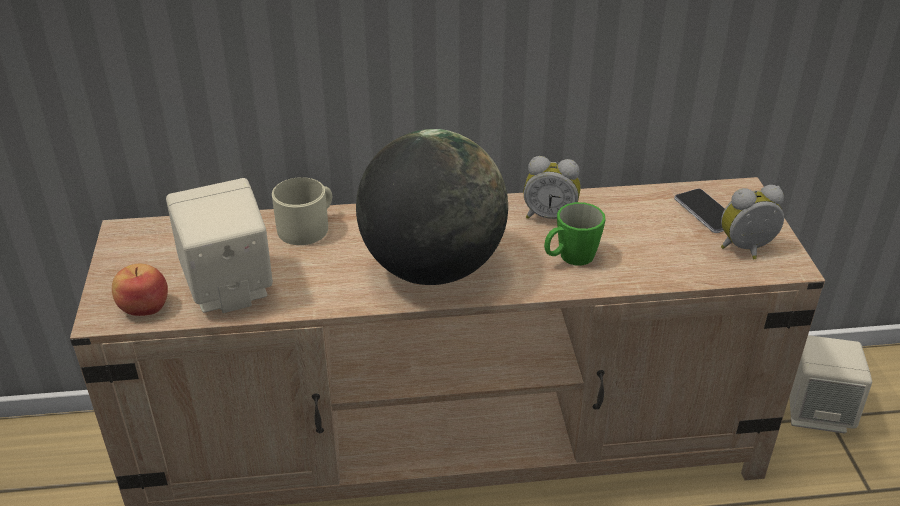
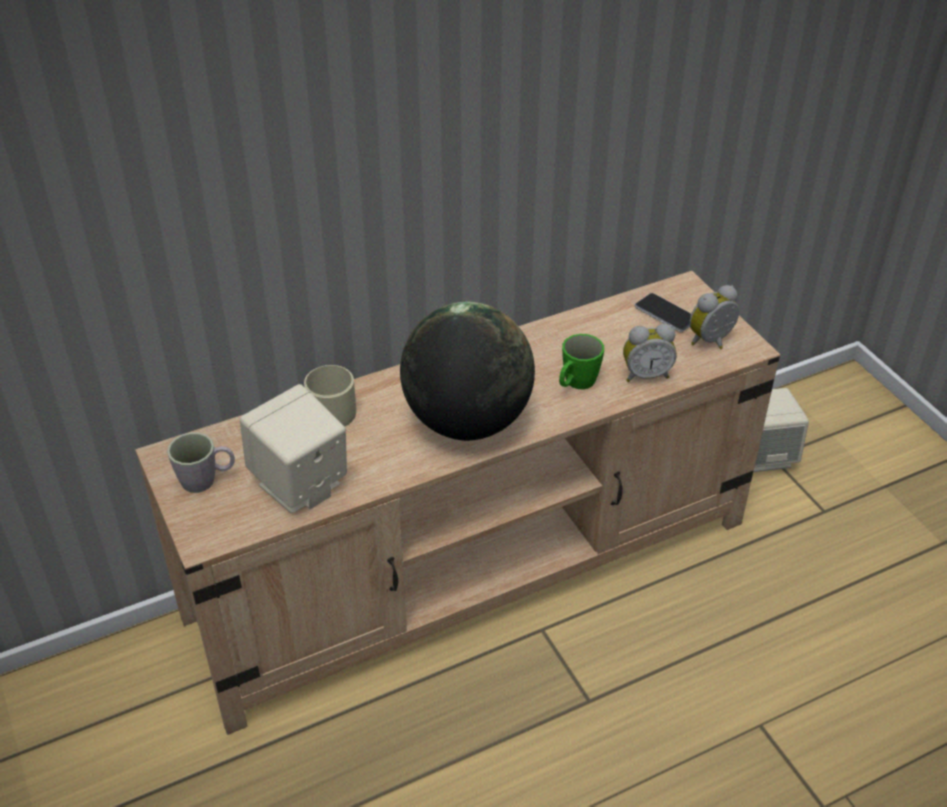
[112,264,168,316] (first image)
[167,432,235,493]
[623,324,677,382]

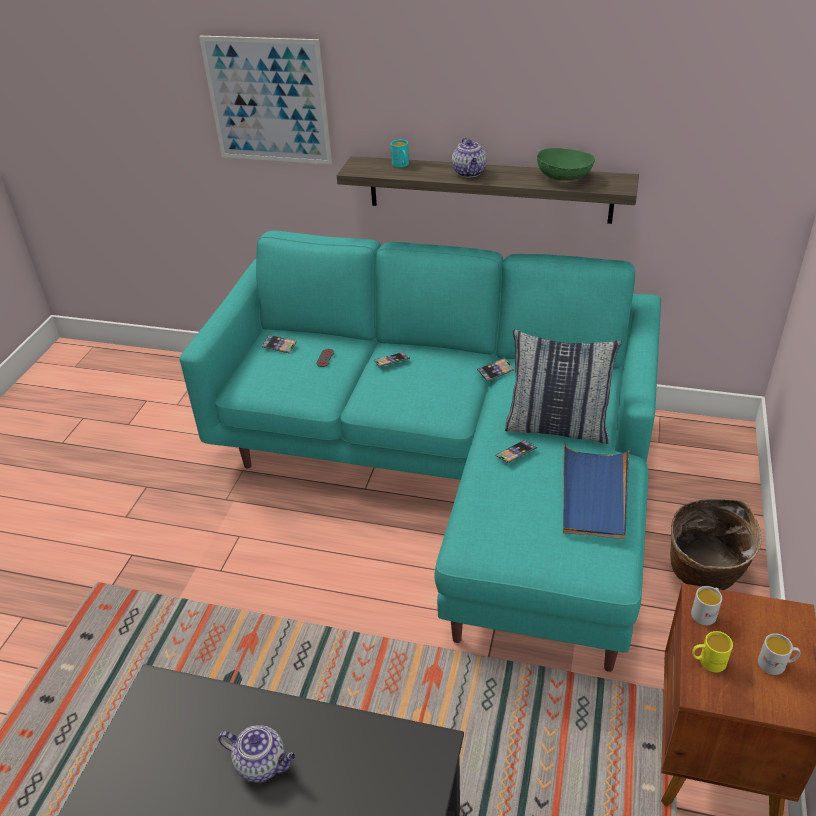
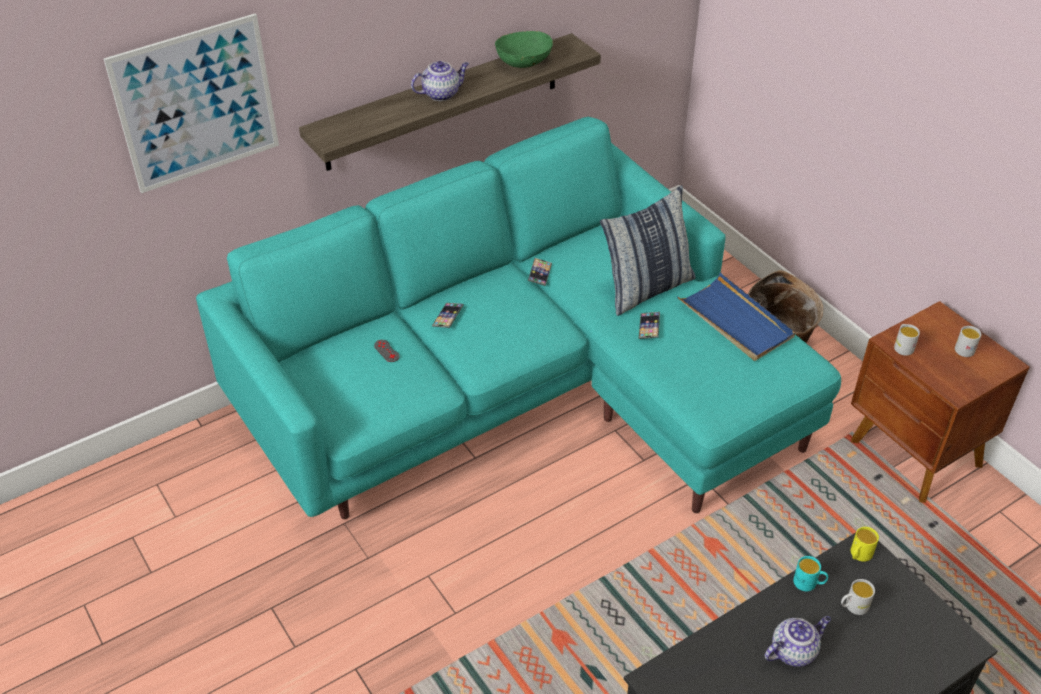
[262,335,297,353] (first image)
[841,579,875,615]
[793,556,828,591]
[851,527,879,562]
[411,61,469,101]

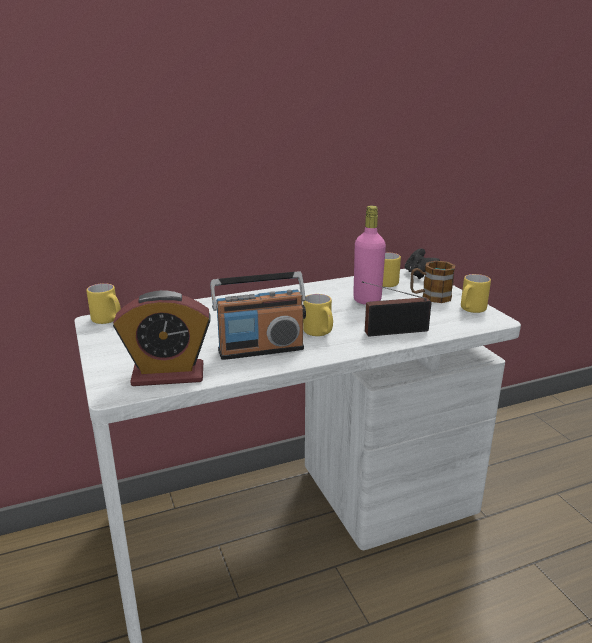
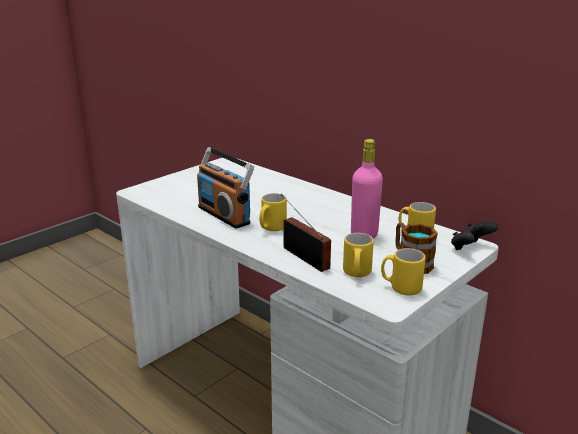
[113,290,210,386] (first image)
[343,233,374,277]

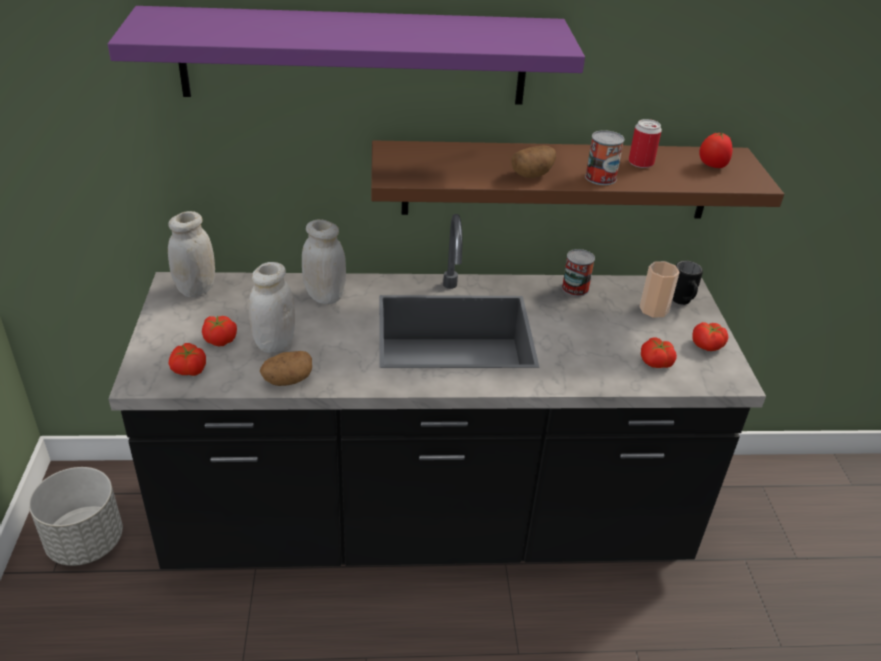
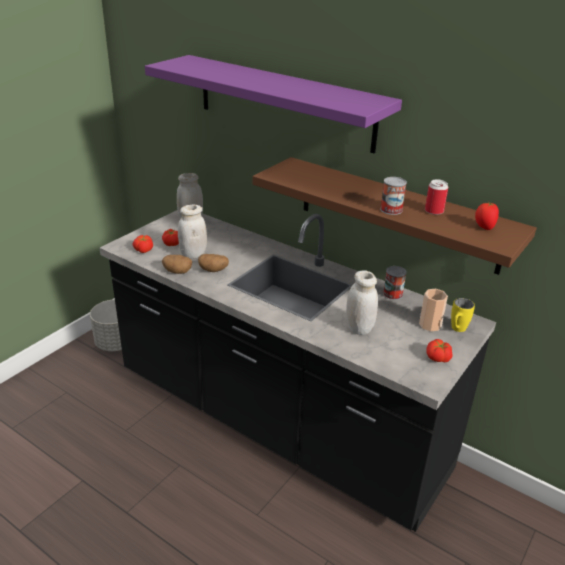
[641,337,677,368] (first image)
[346,270,378,335]
[198,254,229,272]
[451,298,475,332]

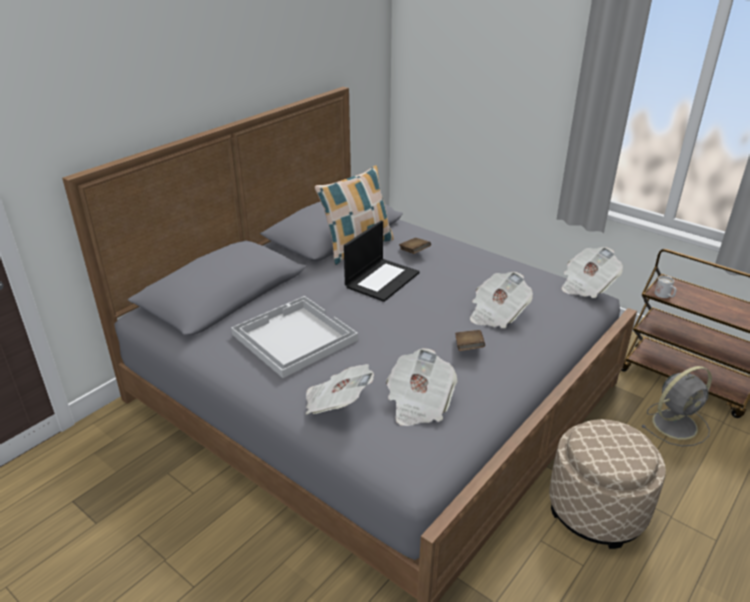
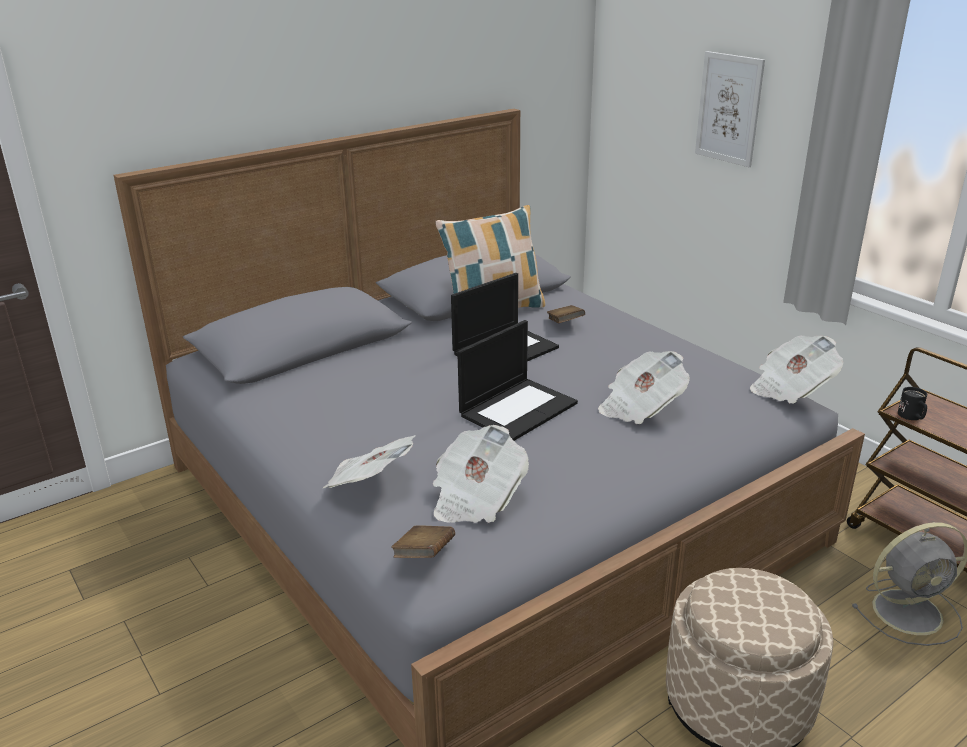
[231,296,358,378] (first image)
[457,320,578,441]
[695,51,765,167]
[391,525,455,558]
[898,387,927,420]

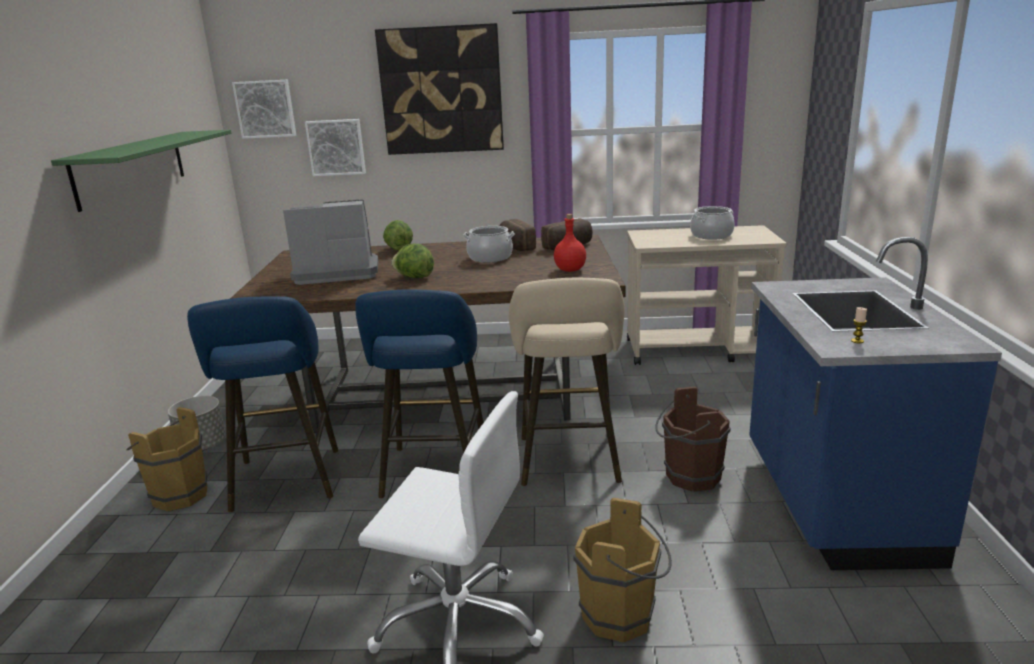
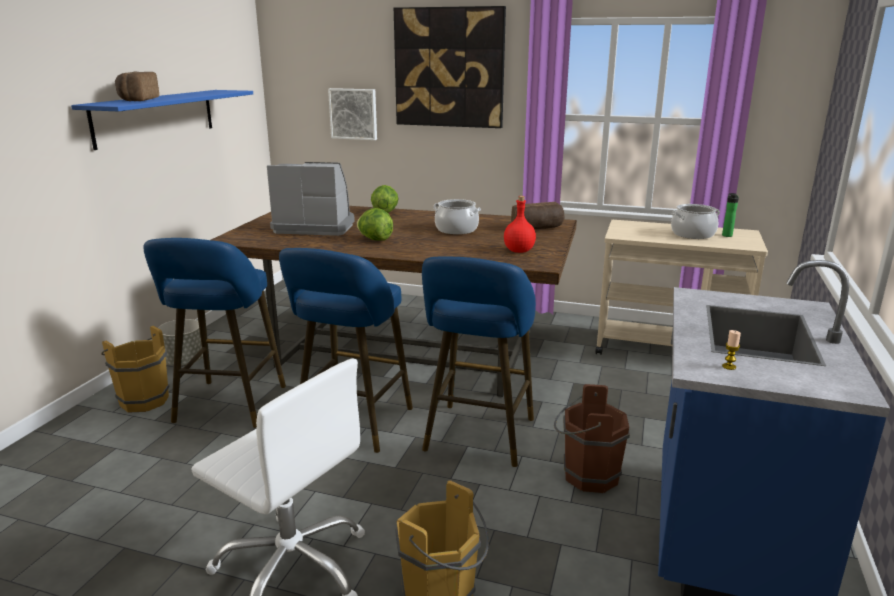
[232,80,297,139] (first image)
[722,193,739,237]
[115,71,159,101]
[71,90,253,150]
[422,257,536,467]

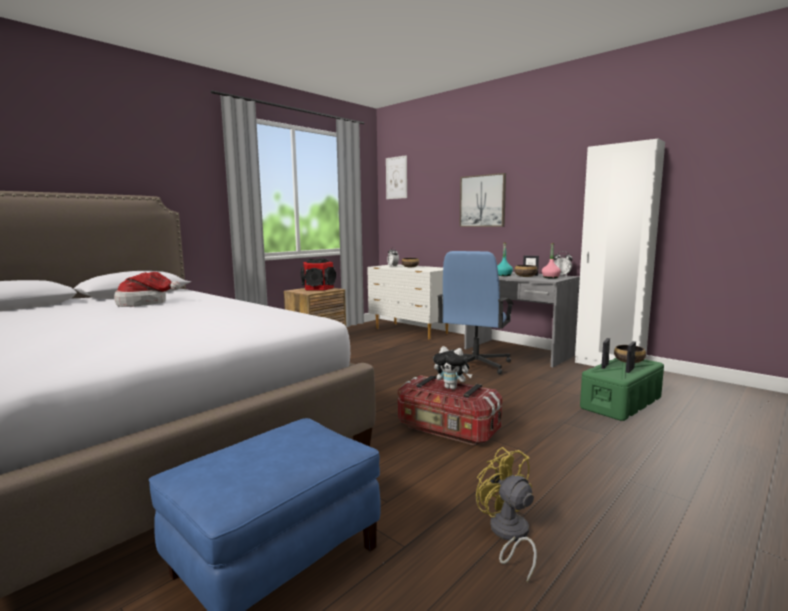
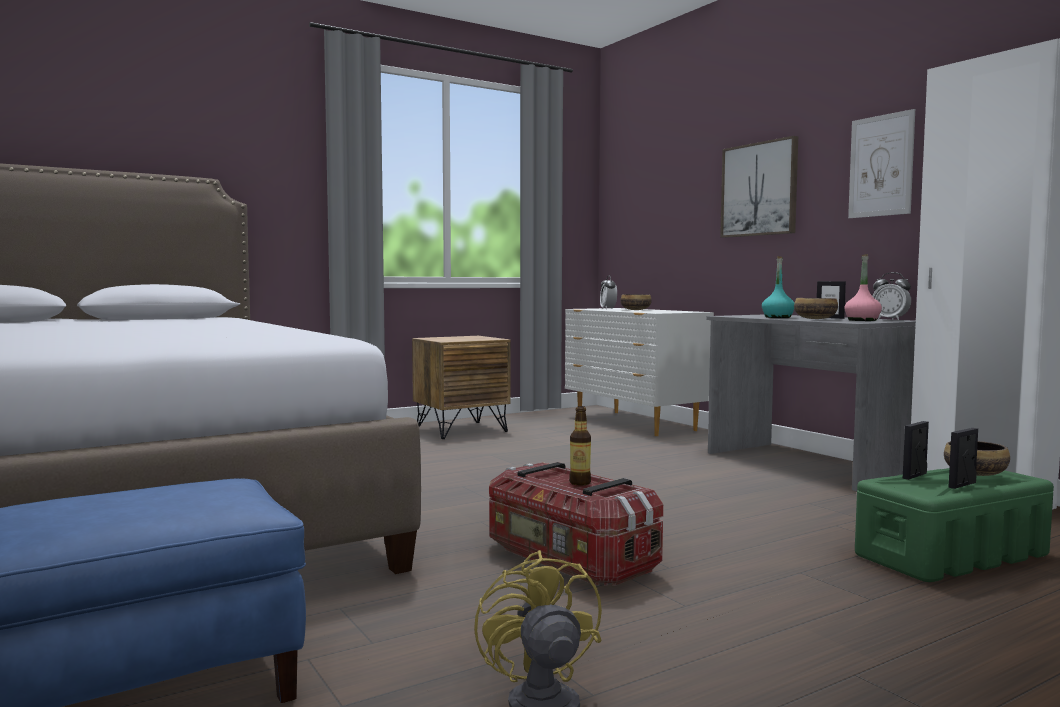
[114,272,181,307] (first image)
[300,259,336,291] (first image)
[438,251,514,374] (first image)
[848,109,915,218]
[569,406,591,486]

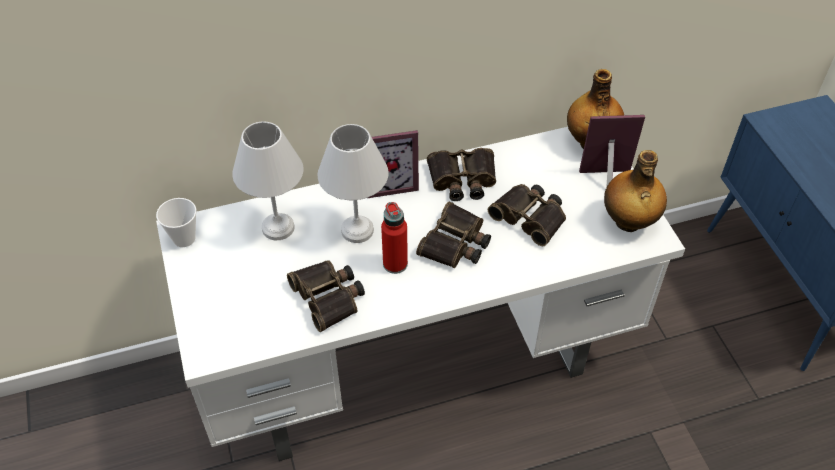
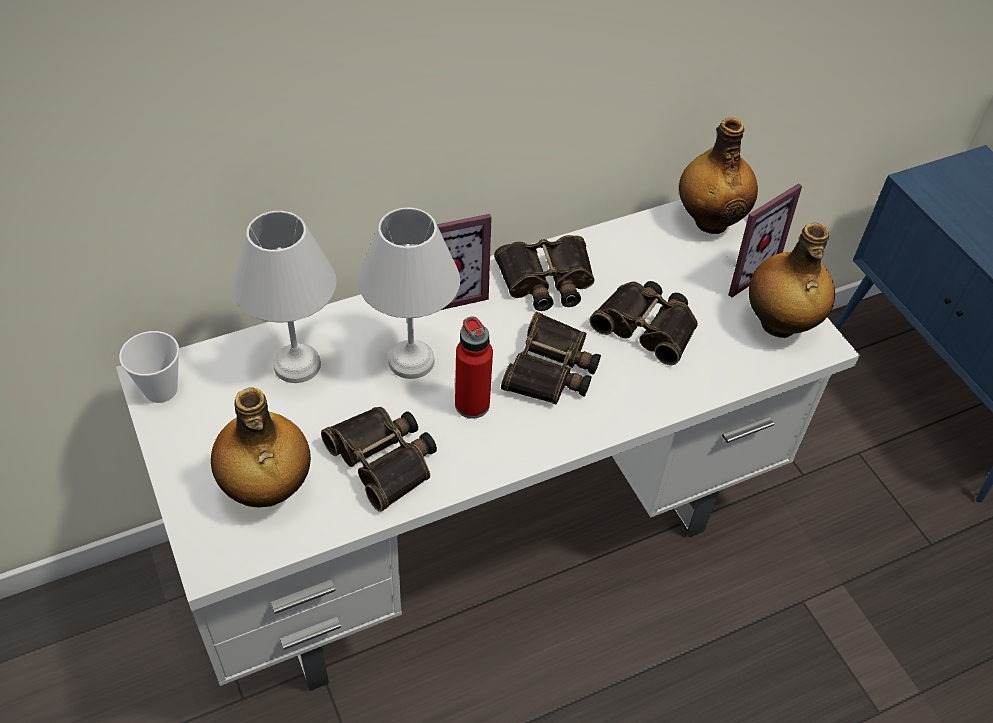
[211,387,311,507]
[728,183,802,298]

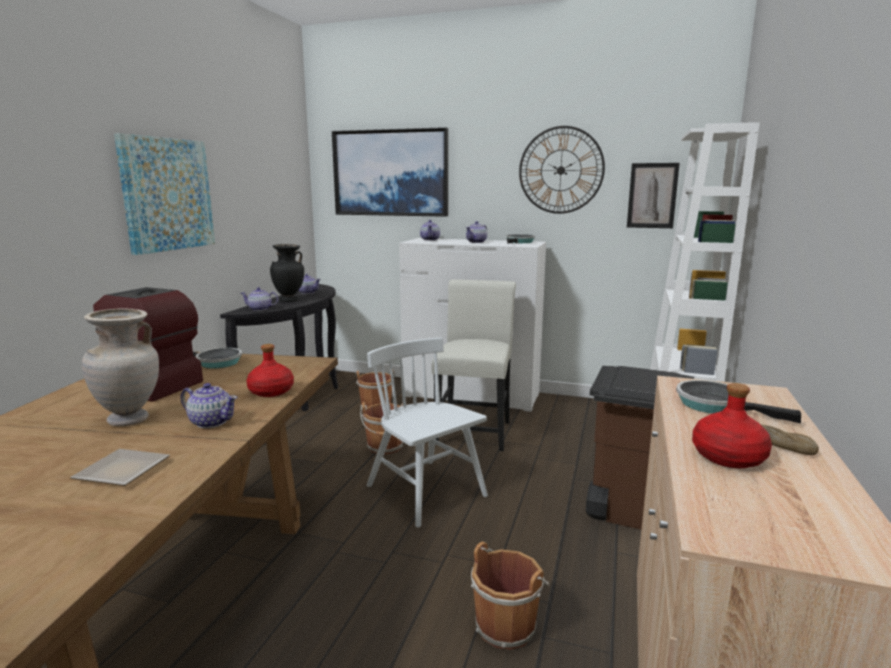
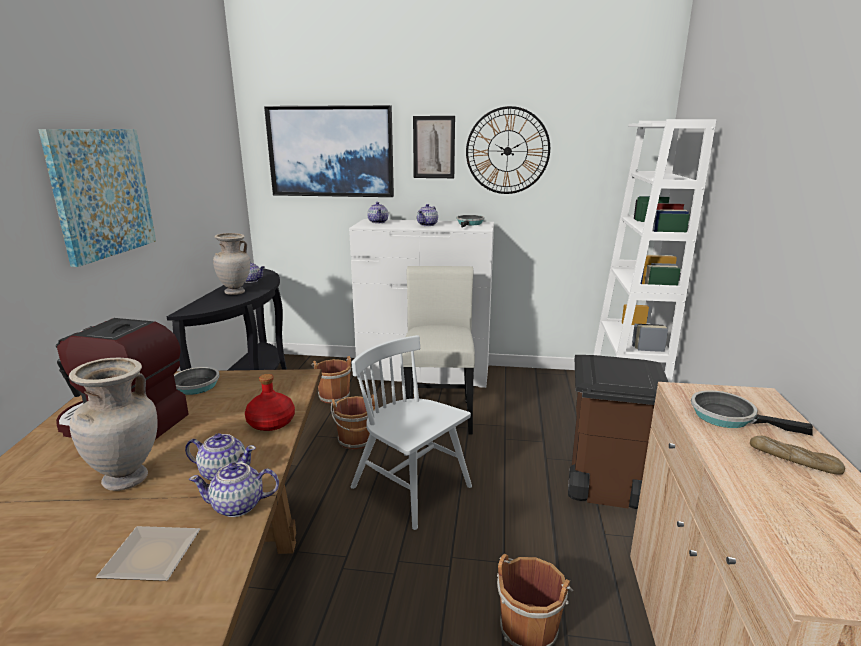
[692,383,772,468] (first image)
[189,462,279,517]
[413,116,455,178]
[213,233,250,295]

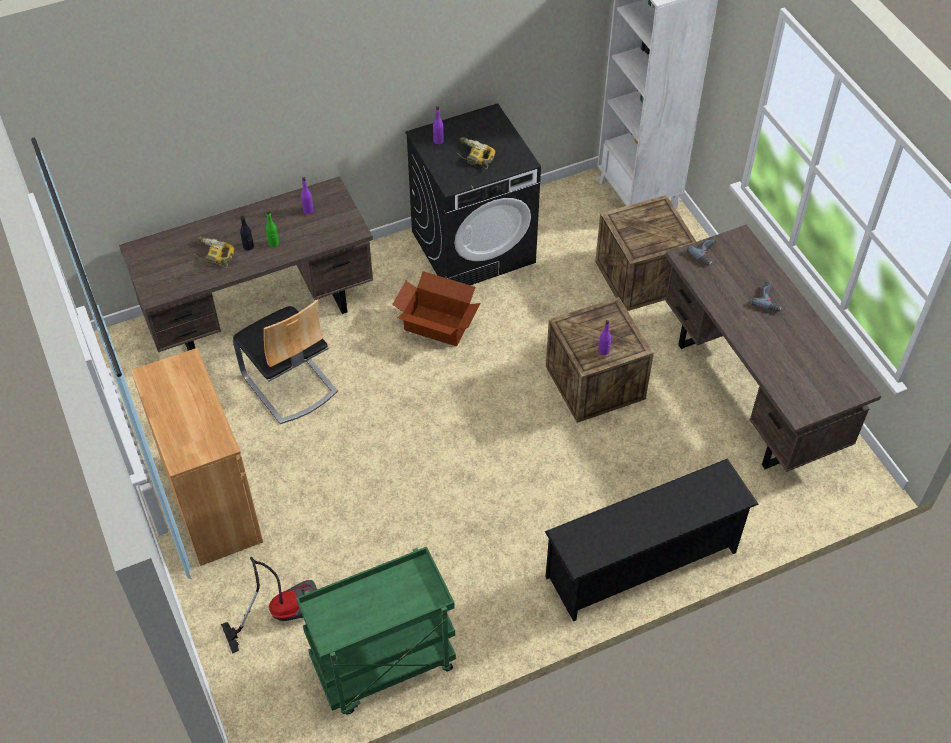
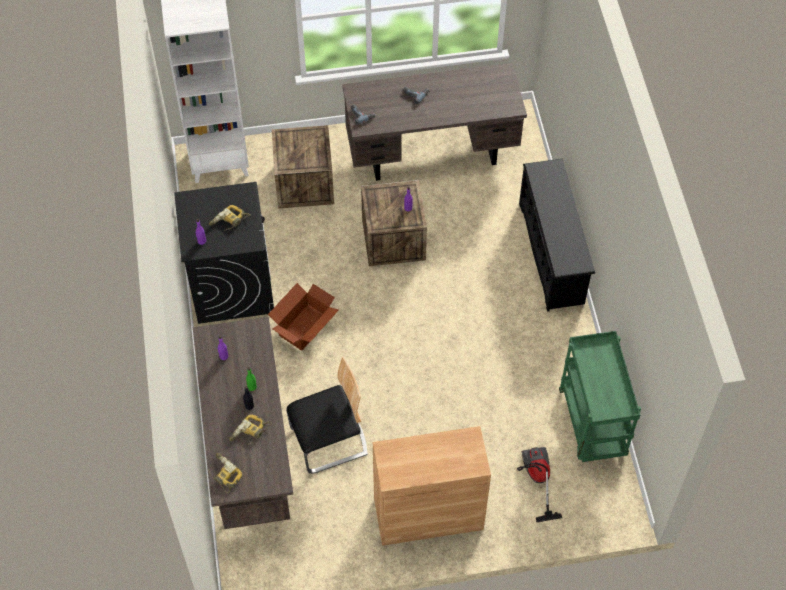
[208,453,242,494]

